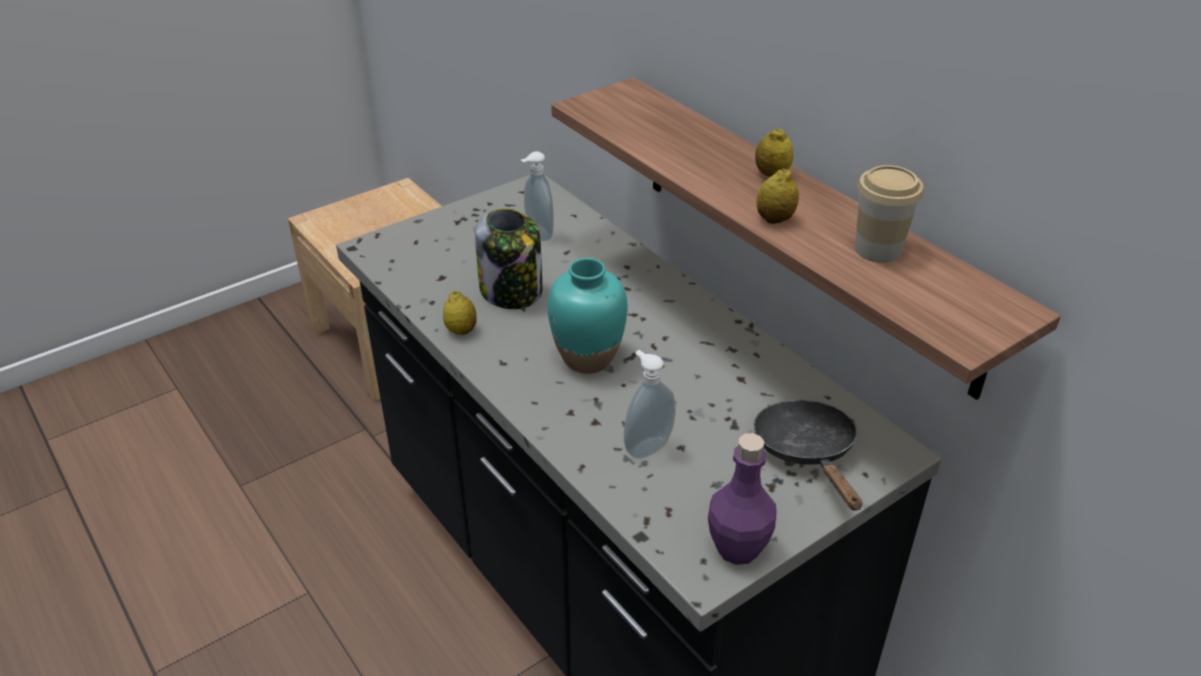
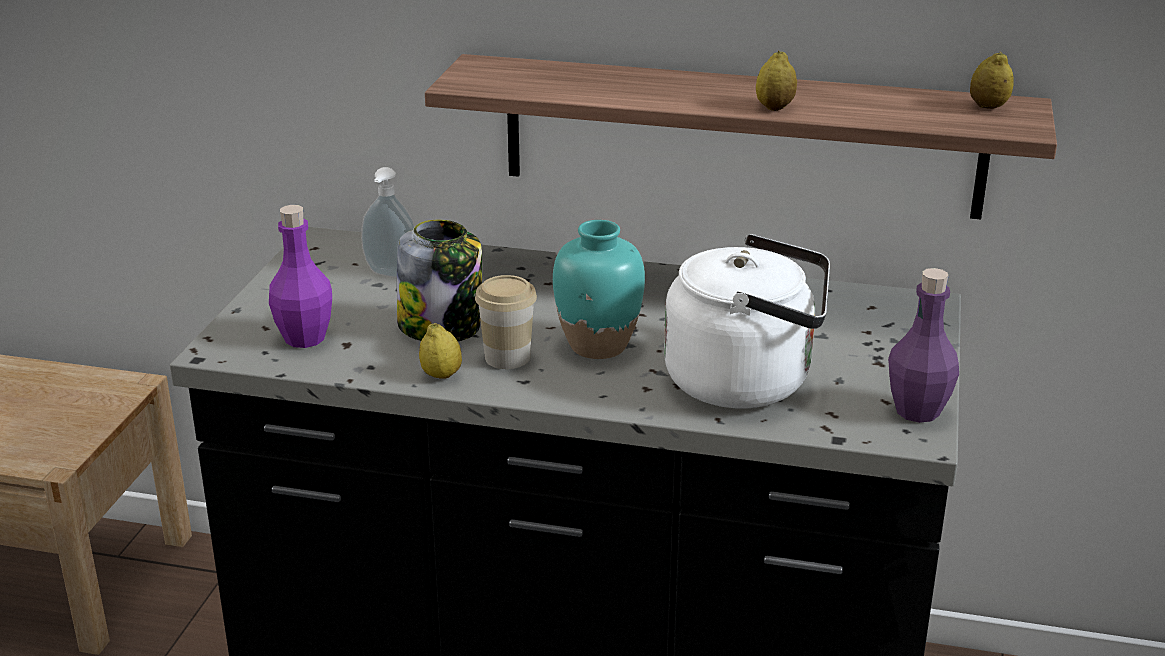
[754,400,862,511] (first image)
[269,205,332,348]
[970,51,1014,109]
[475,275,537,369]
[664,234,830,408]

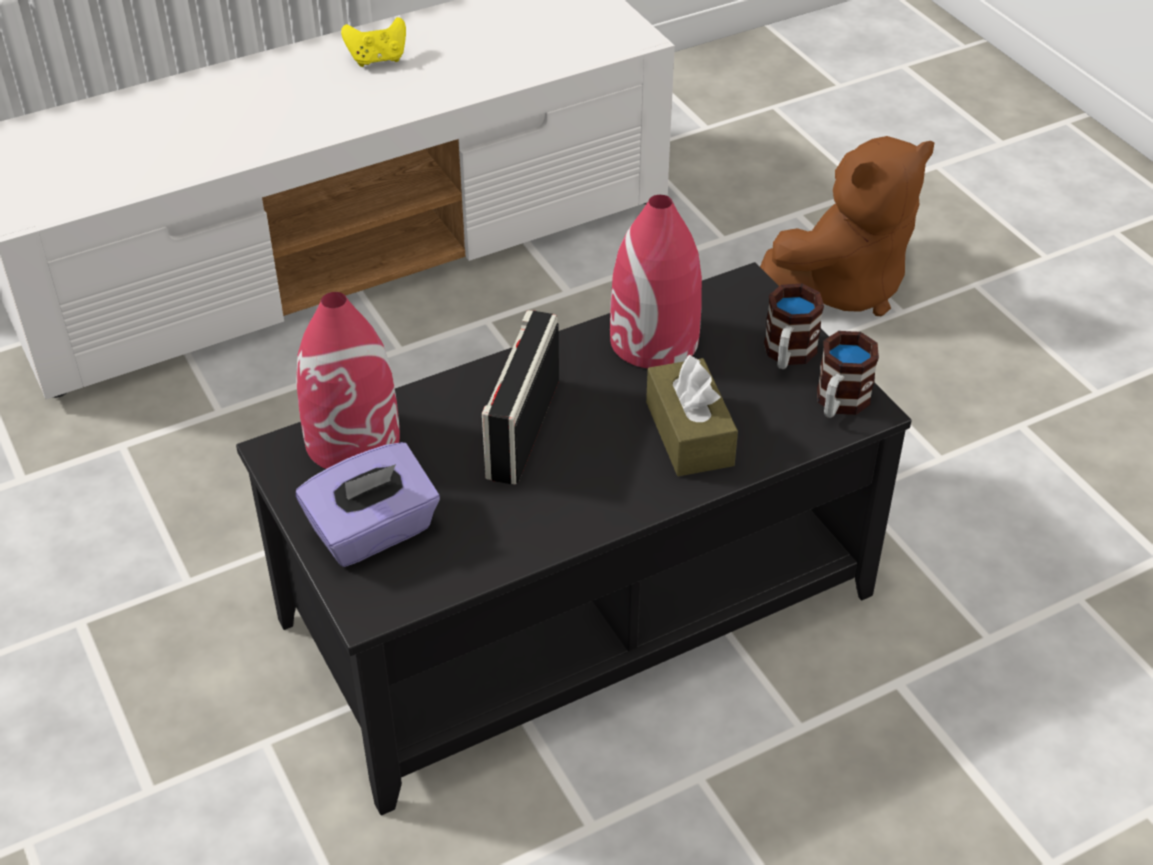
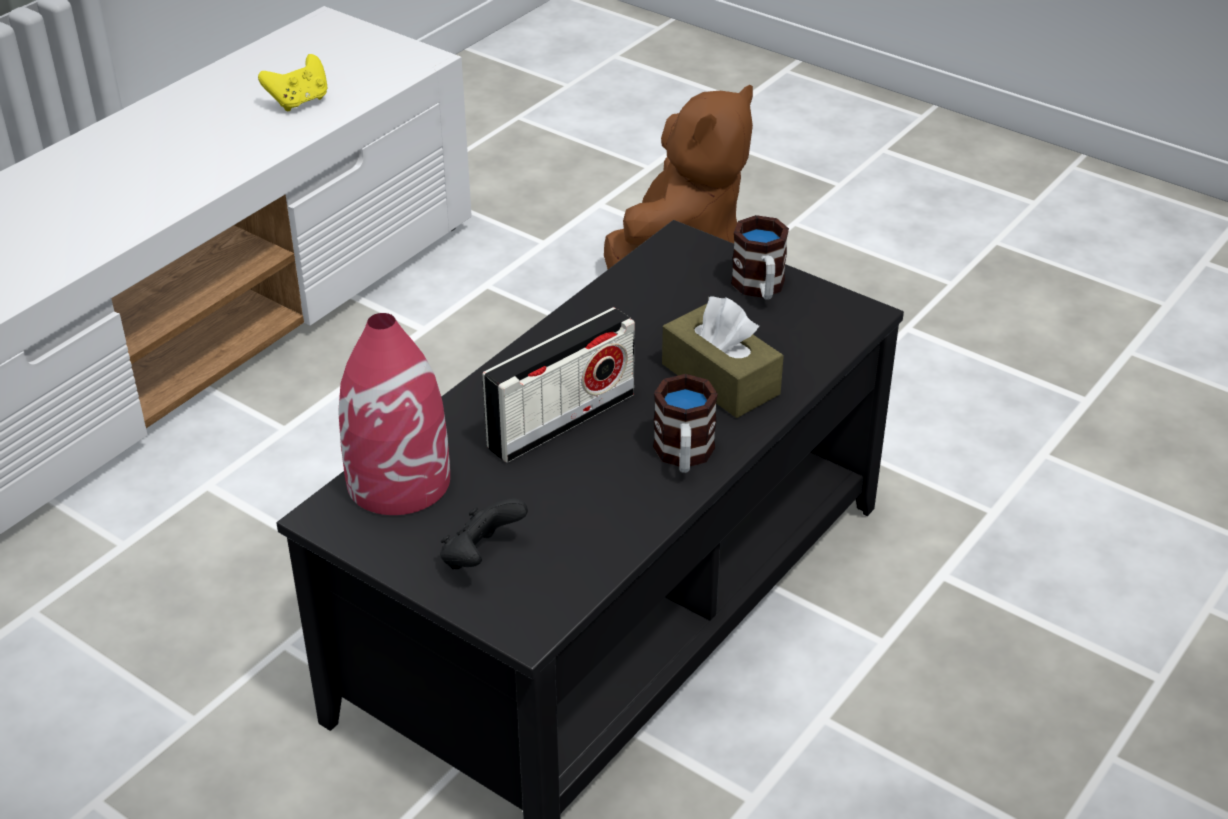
[610,195,702,368] (first image)
[258,54,328,111]
[653,374,718,473]
[440,499,528,569]
[482,307,635,463]

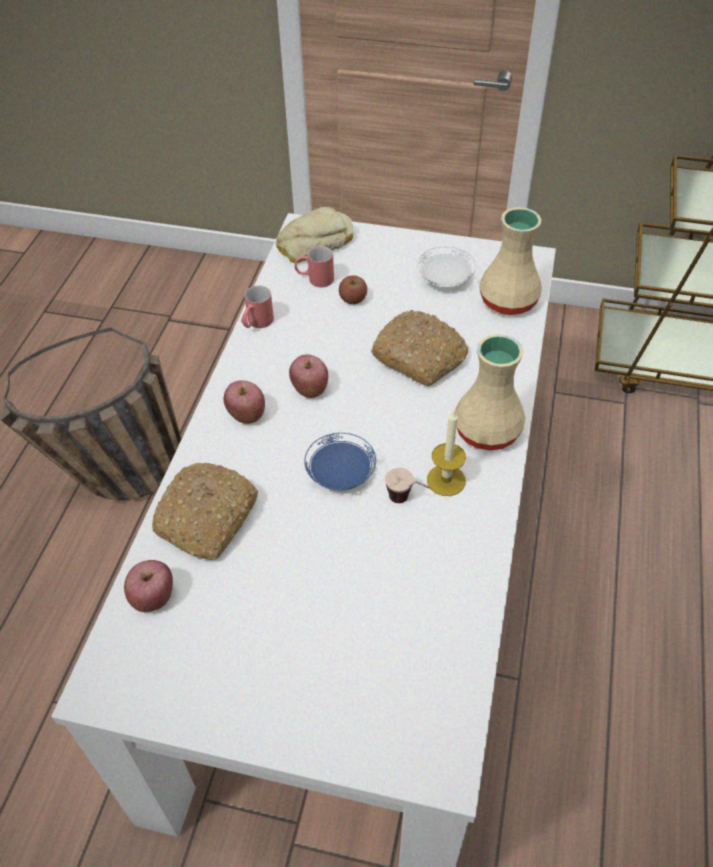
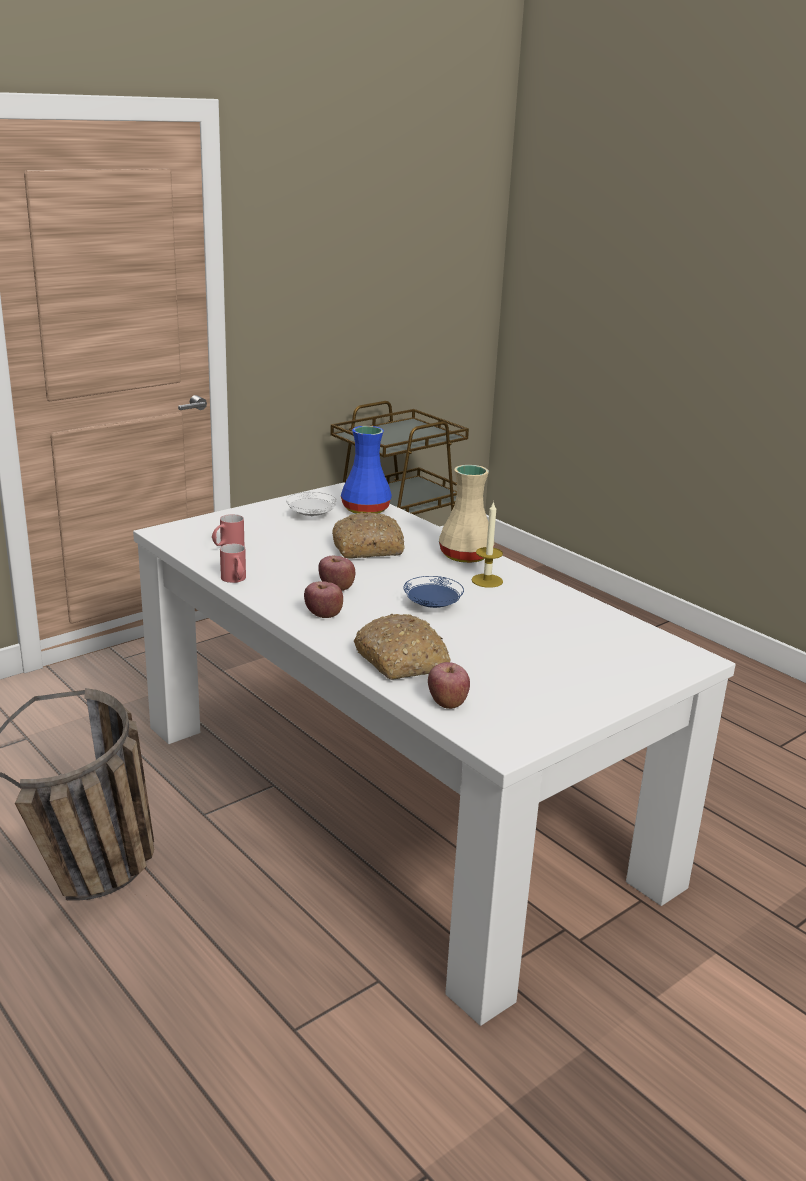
[276,207,353,263] (first image)
[339,275,367,304] (first image)
[385,468,431,503] (first image)
[341,426,392,514]

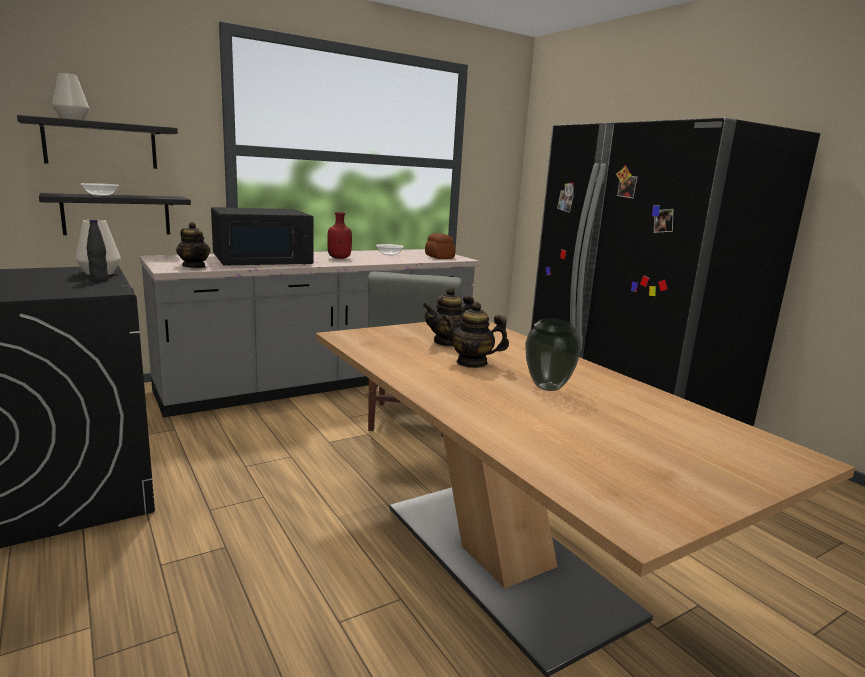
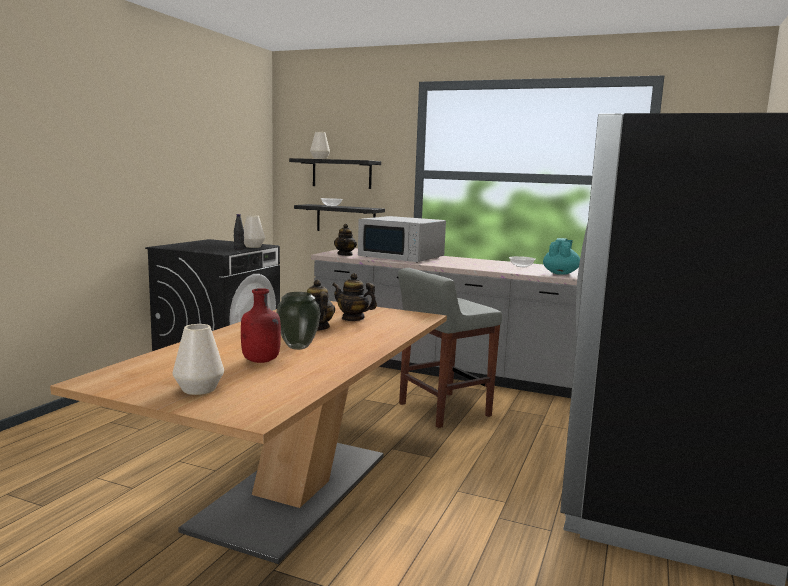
[173,324,224,395]
[241,288,281,363]
[543,238,580,275]
[358,216,446,263]

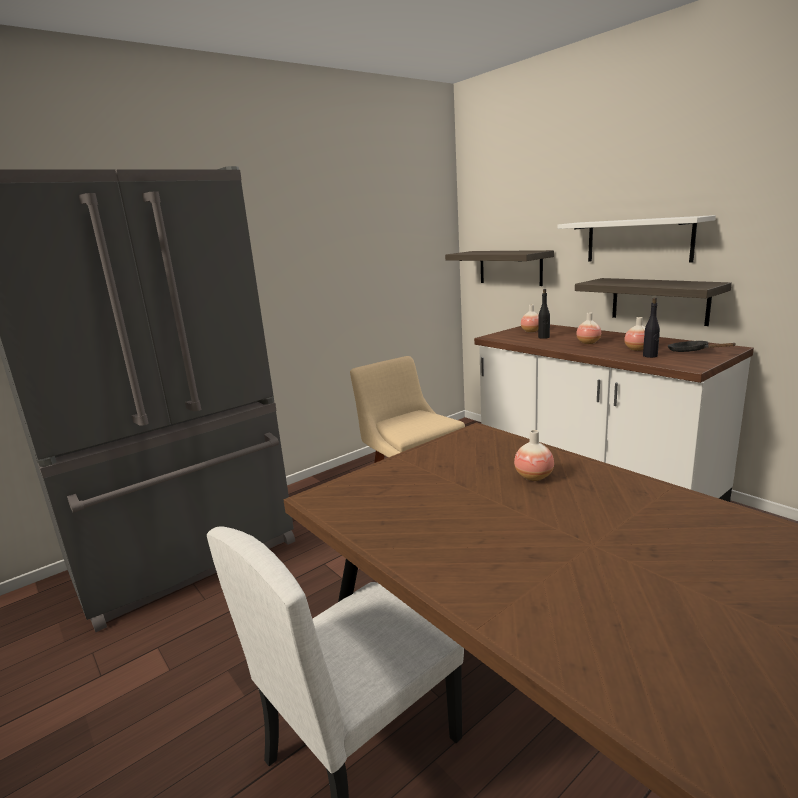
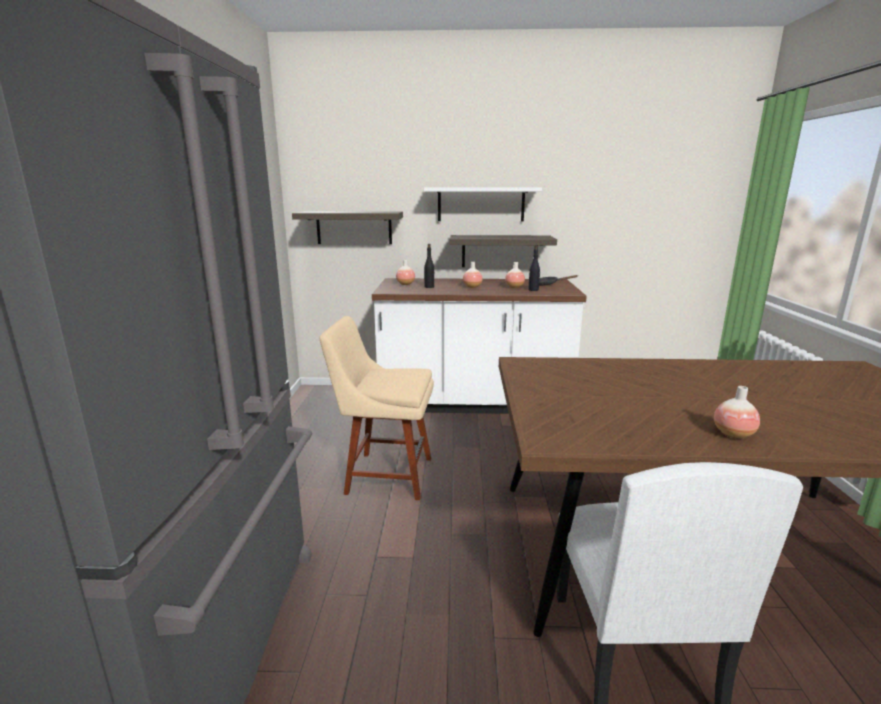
[714,386,760,439]

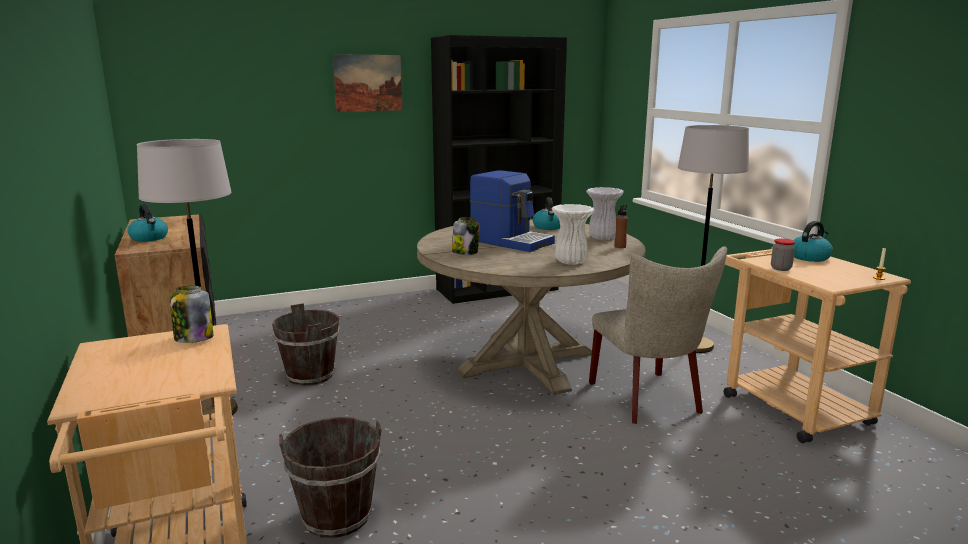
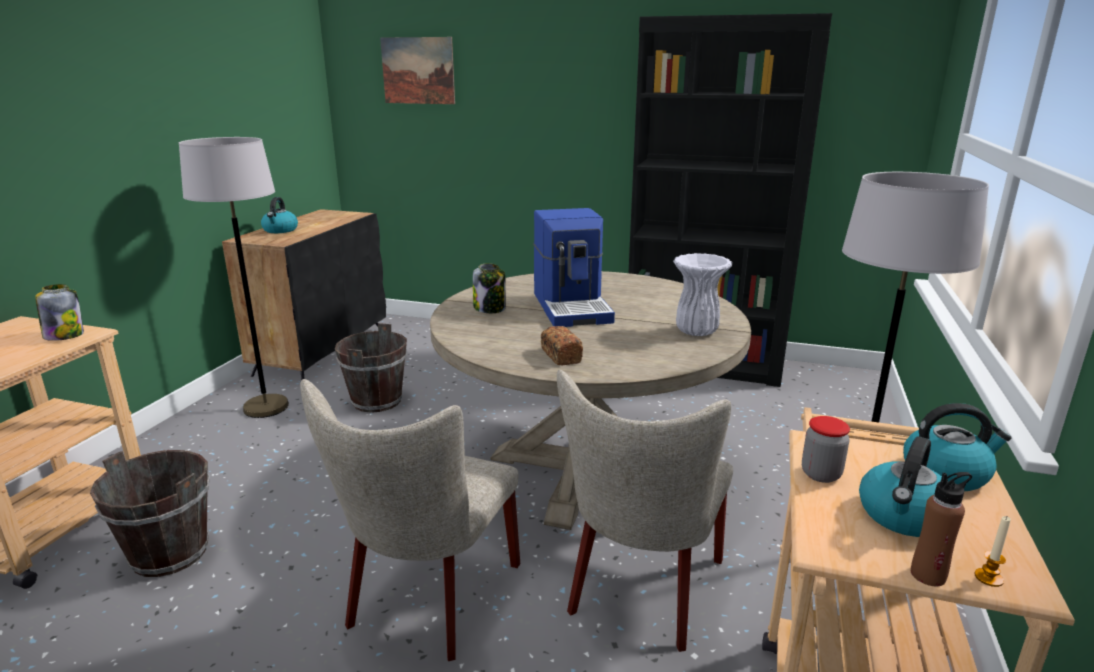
[300,379,520,661]
[380,37,455,104]
[859,436,942,537]
[911,472,972,586]
[541,326,583,365]

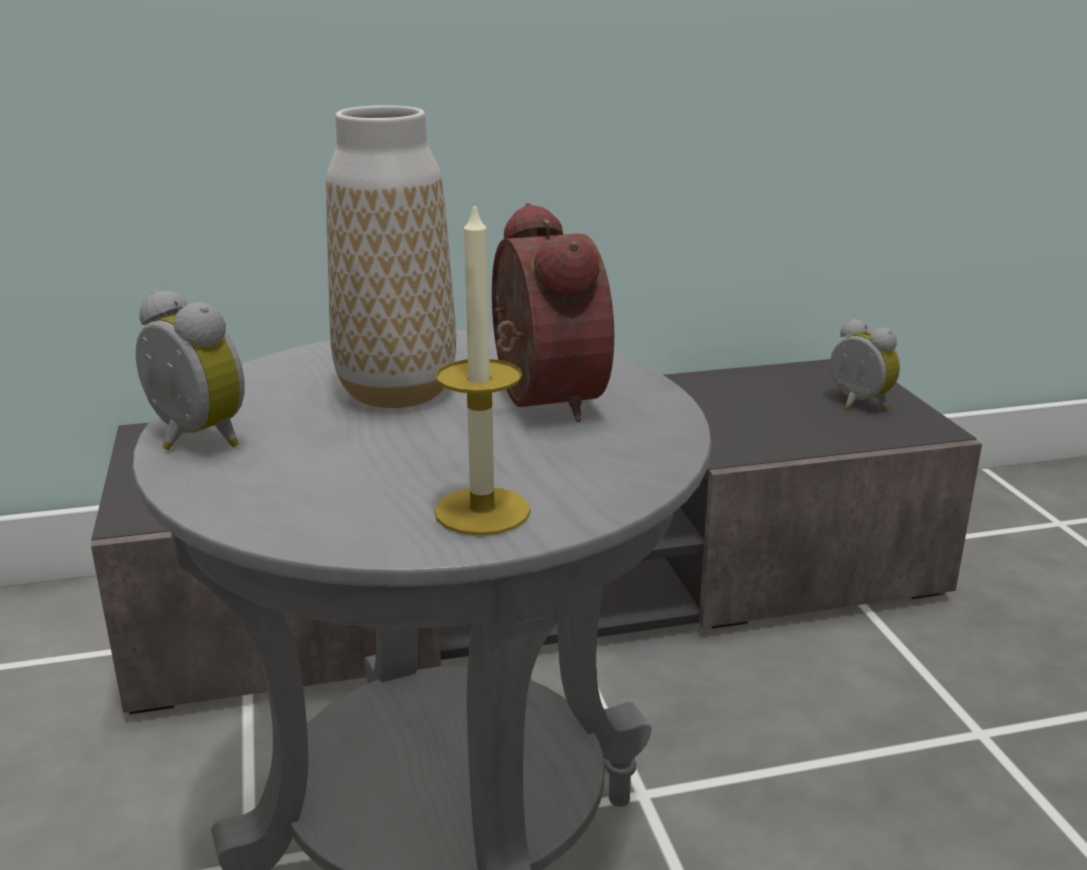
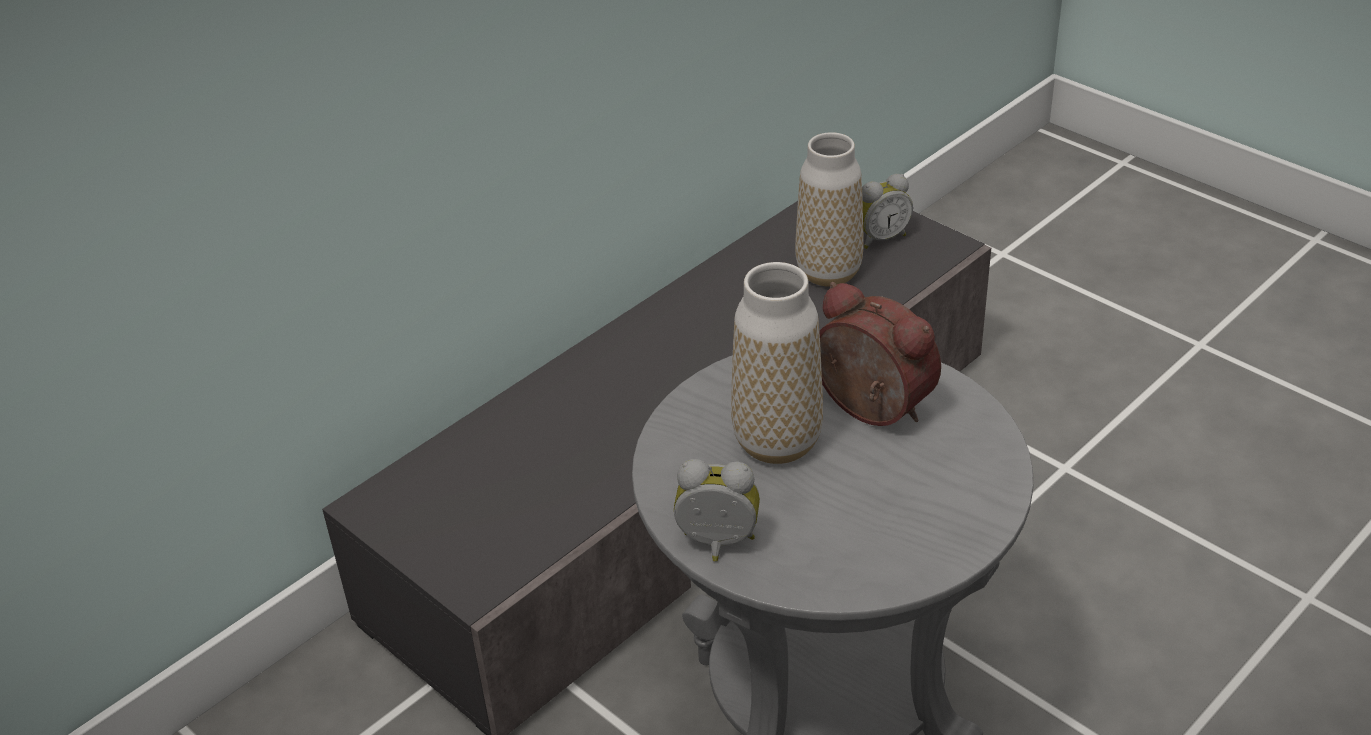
[434,200,531,535] (first image)
[795,132,864,287]
[862,174,913,249]

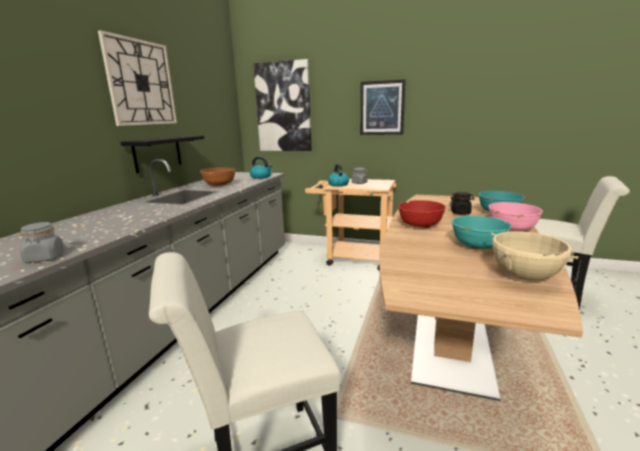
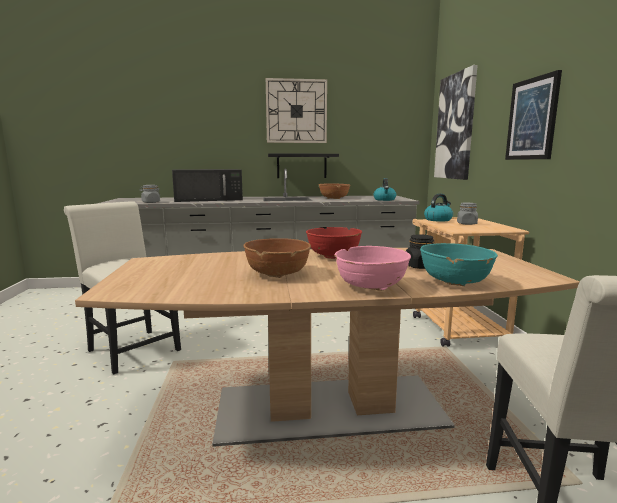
[490,231,579,281] (first image)
[172,169,243,202]
[243,238,311,278]

